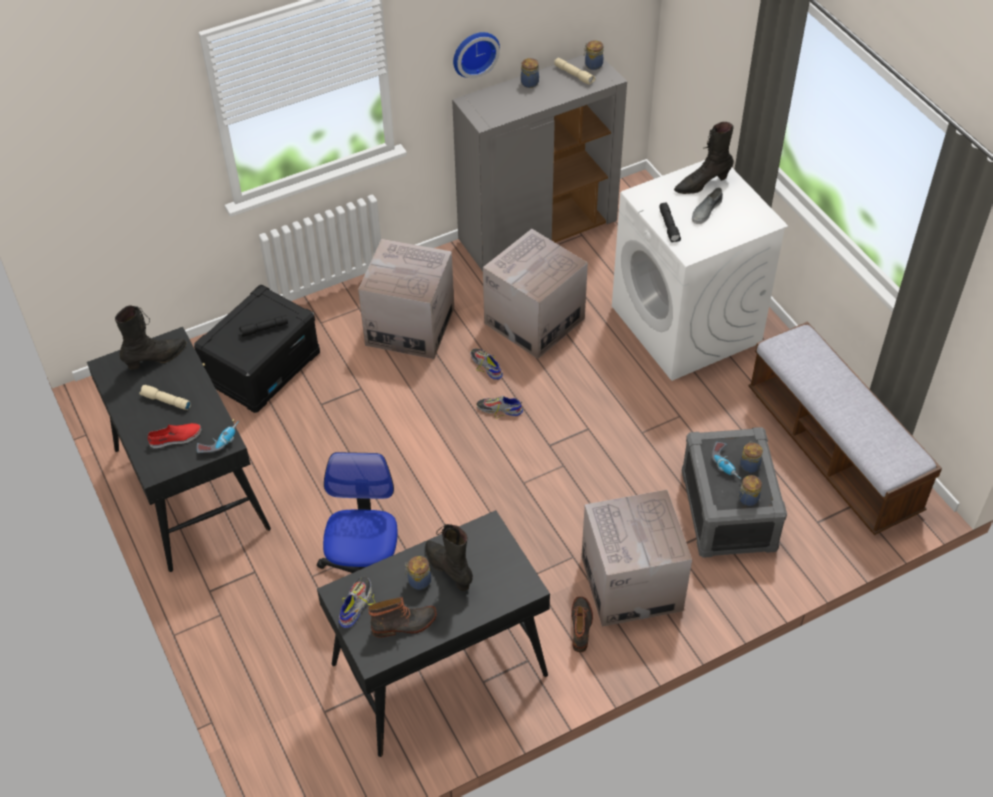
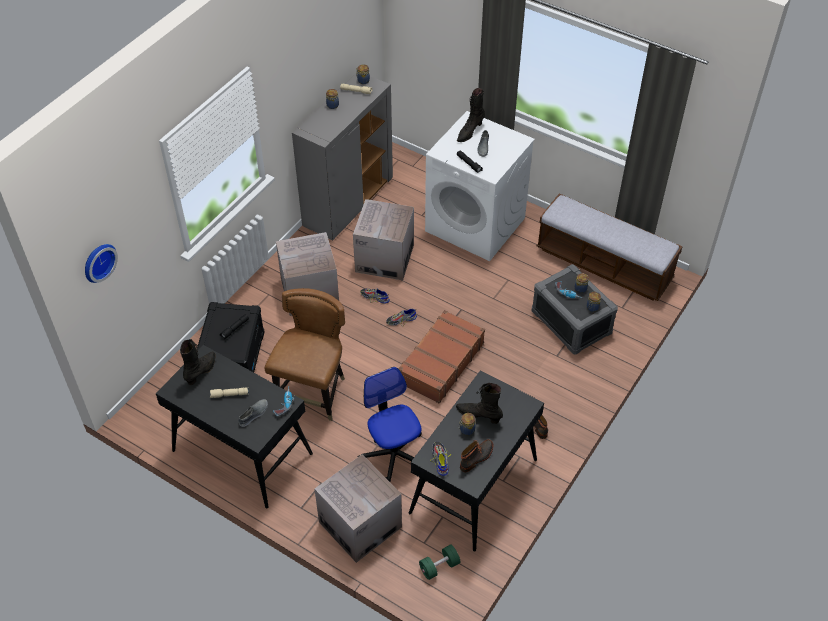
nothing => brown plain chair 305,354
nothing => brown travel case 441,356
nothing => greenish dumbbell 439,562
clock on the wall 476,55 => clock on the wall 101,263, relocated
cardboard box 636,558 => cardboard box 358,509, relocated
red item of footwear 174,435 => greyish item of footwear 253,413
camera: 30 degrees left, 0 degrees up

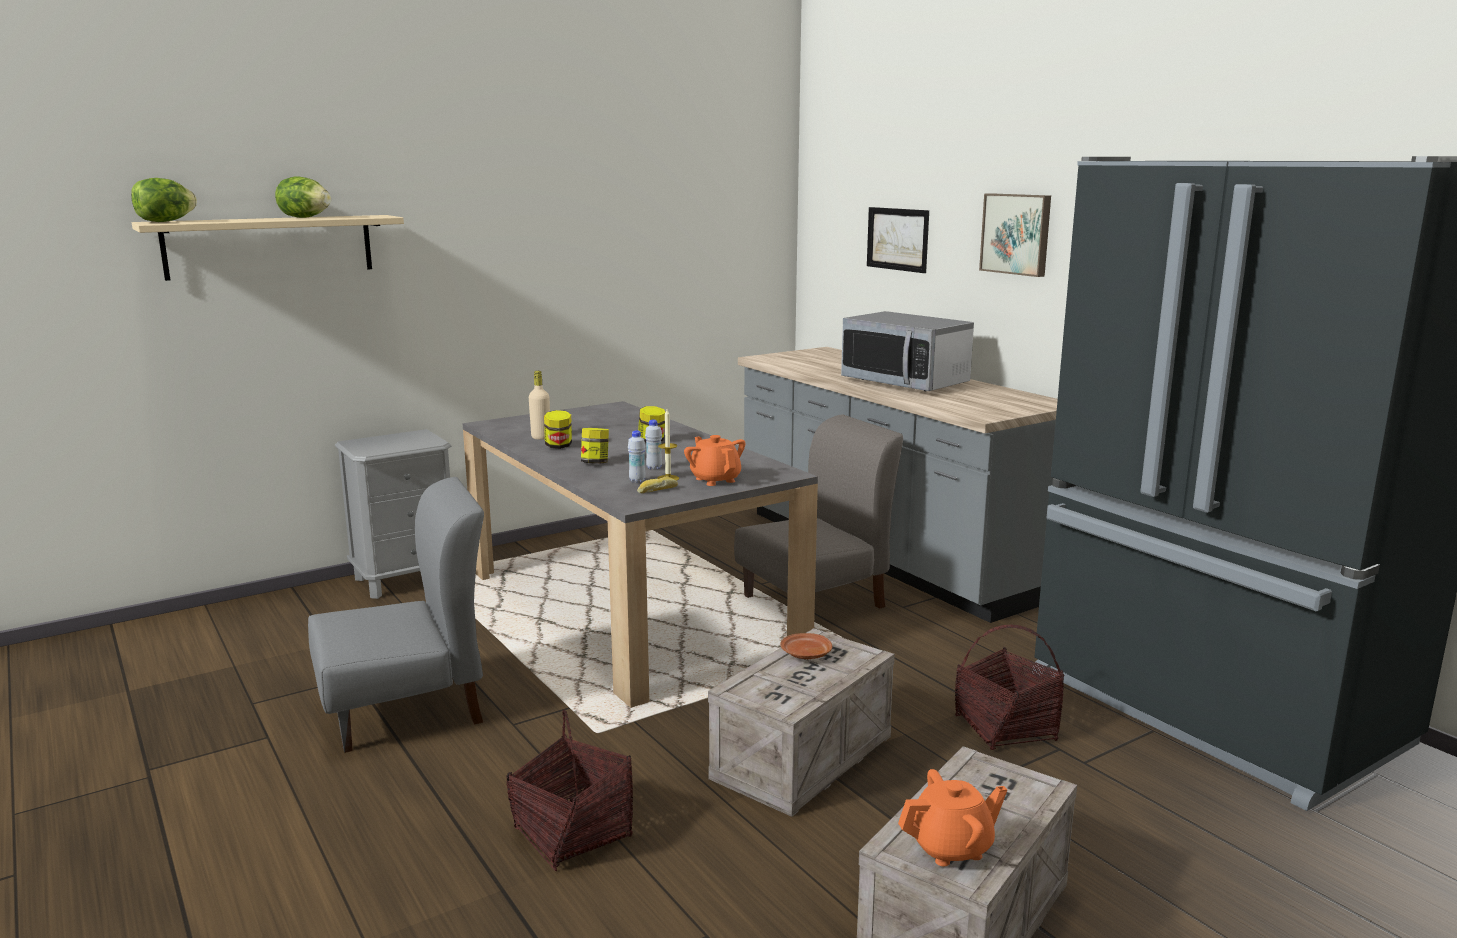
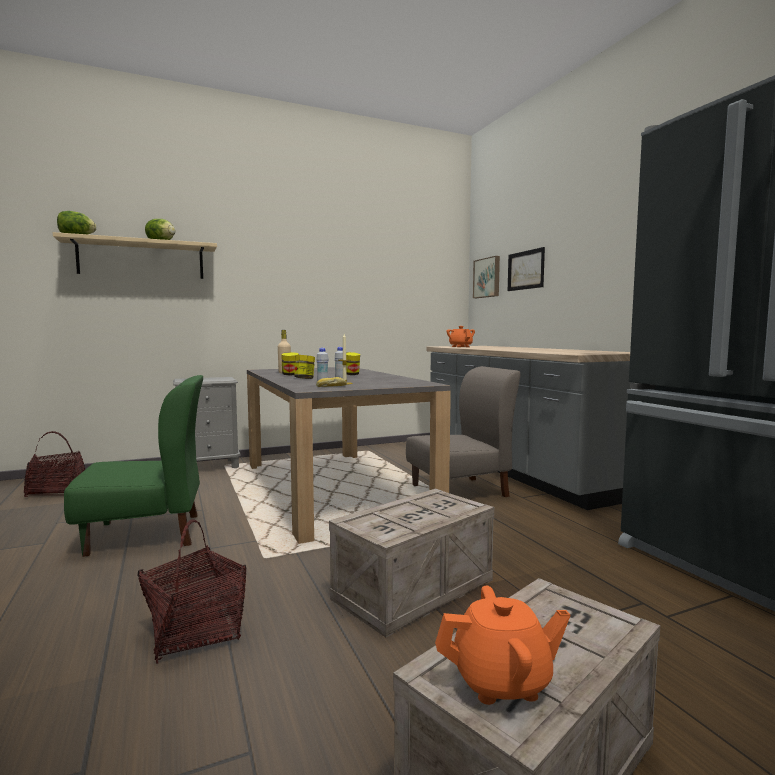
brown dinner plate 806,646 => nothing
kitchen microwave 907,351 => nothing
orange-coloured tea pot 714,460 => orange-coloured tea pot 461,336, relocated
basket 1010,687 => basket 54,464, relocated
wall art 1015,235 => wall art 486,277, relocated
greyish plain chair 396,615 => greenish plain chair 133,466
camera: 10 degrees right, 10 degrees down

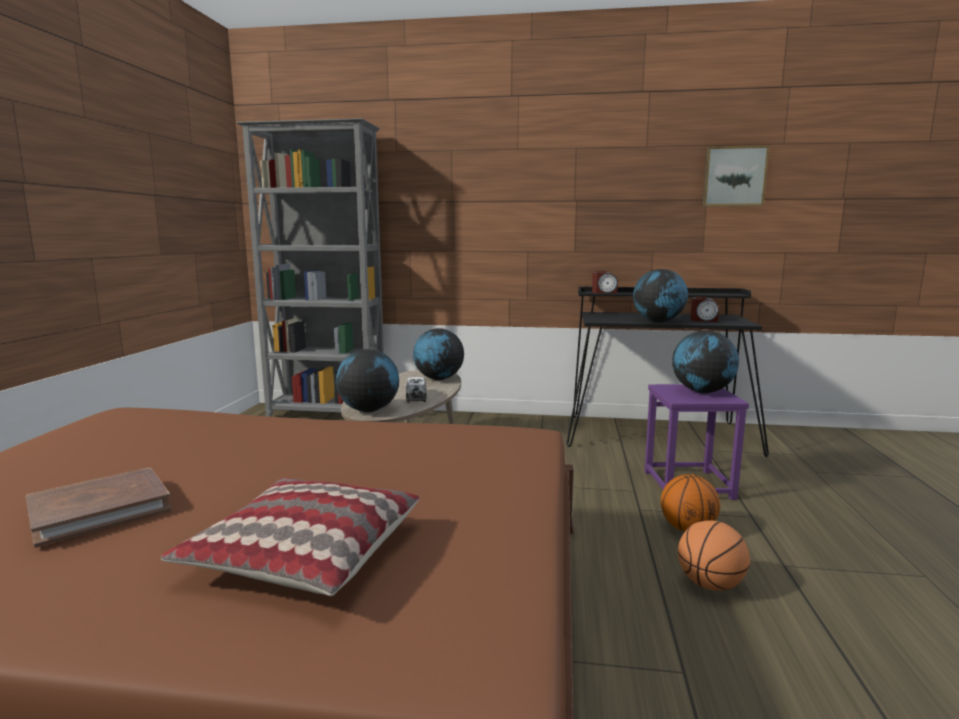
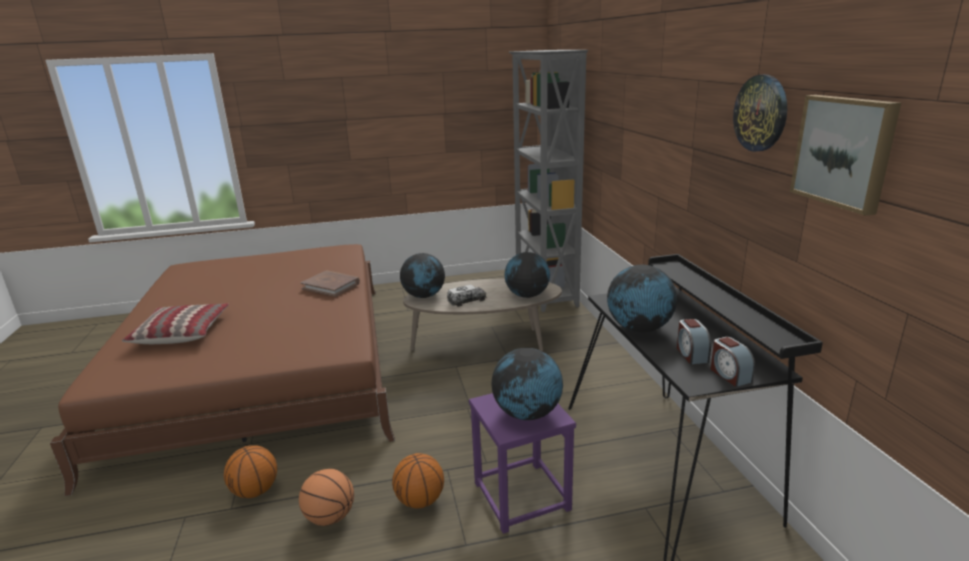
nothing => basketball 250,471
nothing => clock on the wall 760,113
brown bound book 98,507 => brown bound book 330,283, relocated
bedside clock 605,282 => bedside clock 733,362, relocated
camera: 70 degrees right, 10 degrees up

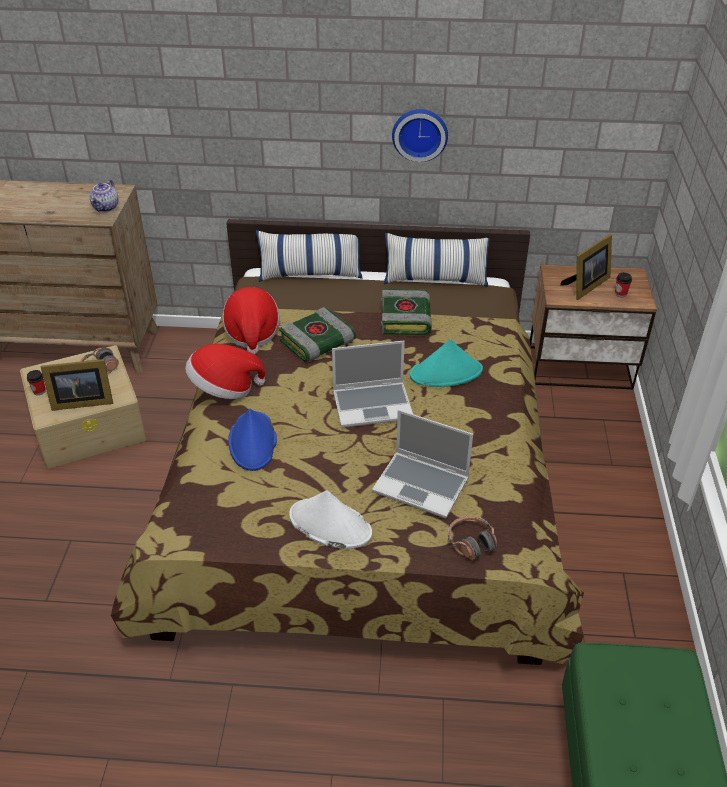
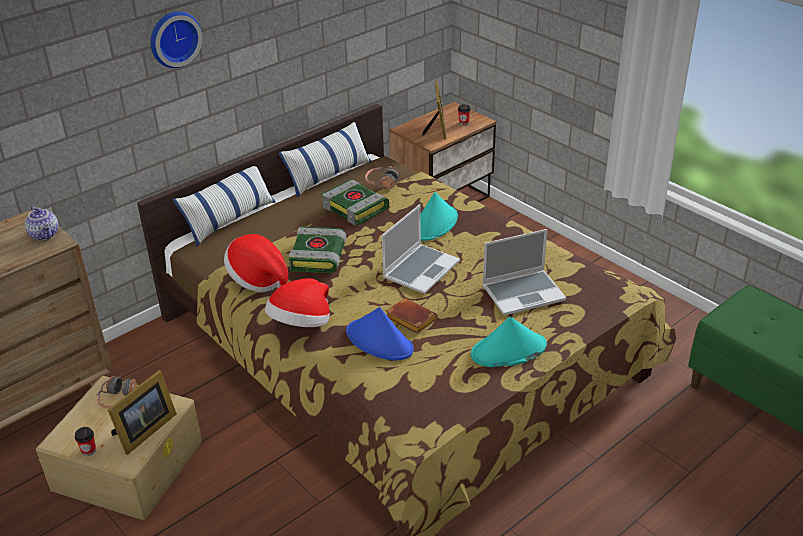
nothing => brown bound book 411,315
clock on the wall 420,135 => clock on the wall 176,39, relocated
headphones 472,538 => headphones 382,177, relocated
white clothing hat 330,519 => blue-green clothing hat 509,342
camera: 45 degrees left, 5 degrees down

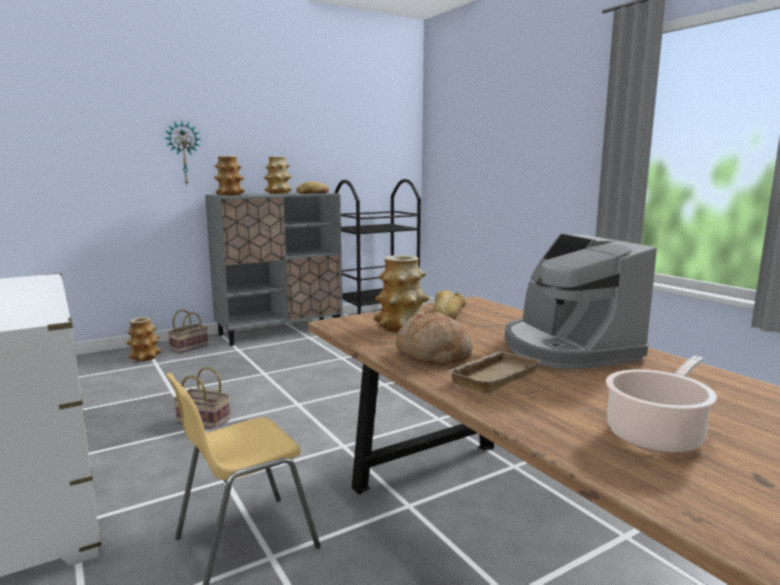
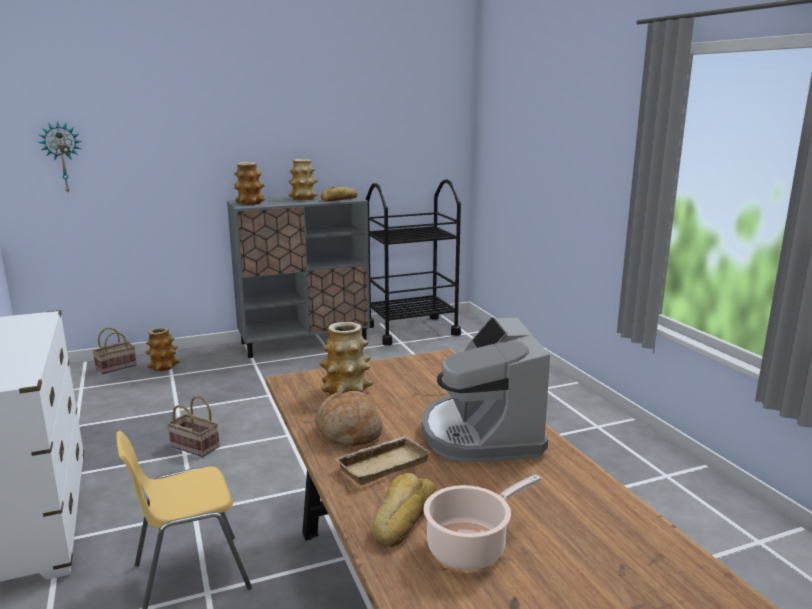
clock on the wall 182,153 => clock on the wall 60,156, relocated
basket 188,331 => basket 114,350, relocated
bakery bread 449,305 => bakery bread 404,510, relocated
camera: 10 degrees right, 5 degrees up

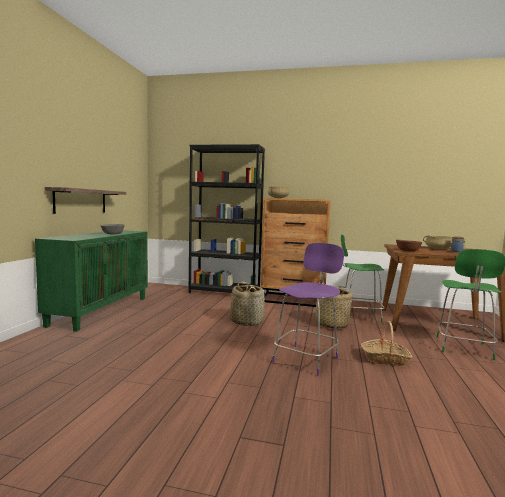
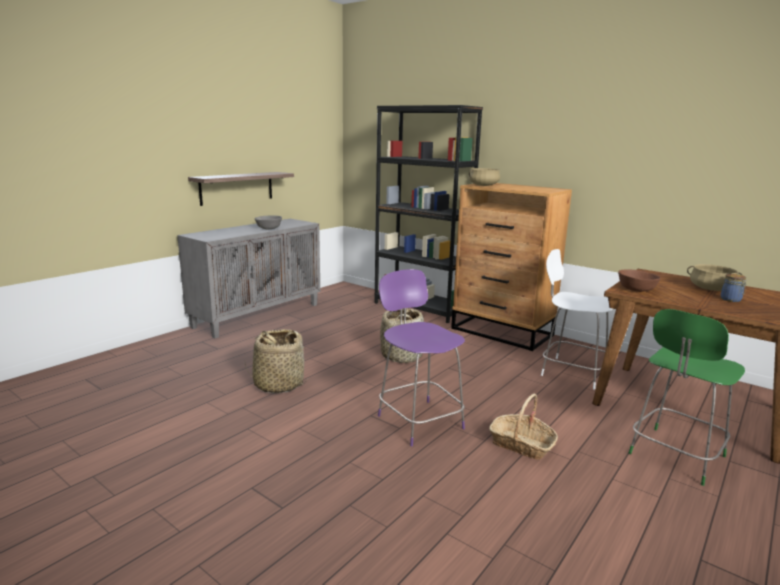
basket 331,307 => basket 277,361, relocated
greenish storage cabinet 91,281 => greyish storage cabinet 248,278
greenish plain chair 362,278 => white plain chair 576,319
purple plain chair 308,309 => purple plain chair 421,357, 90 degrees counterclockwise
camera: 25 degrees right, 10 degrees up

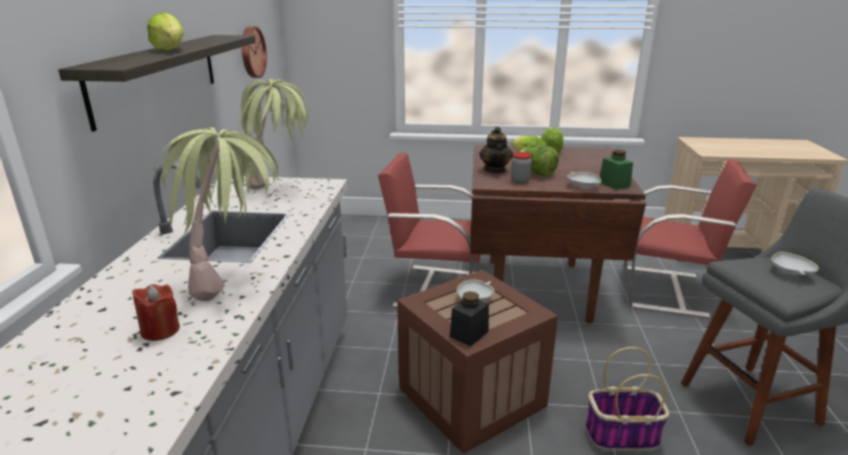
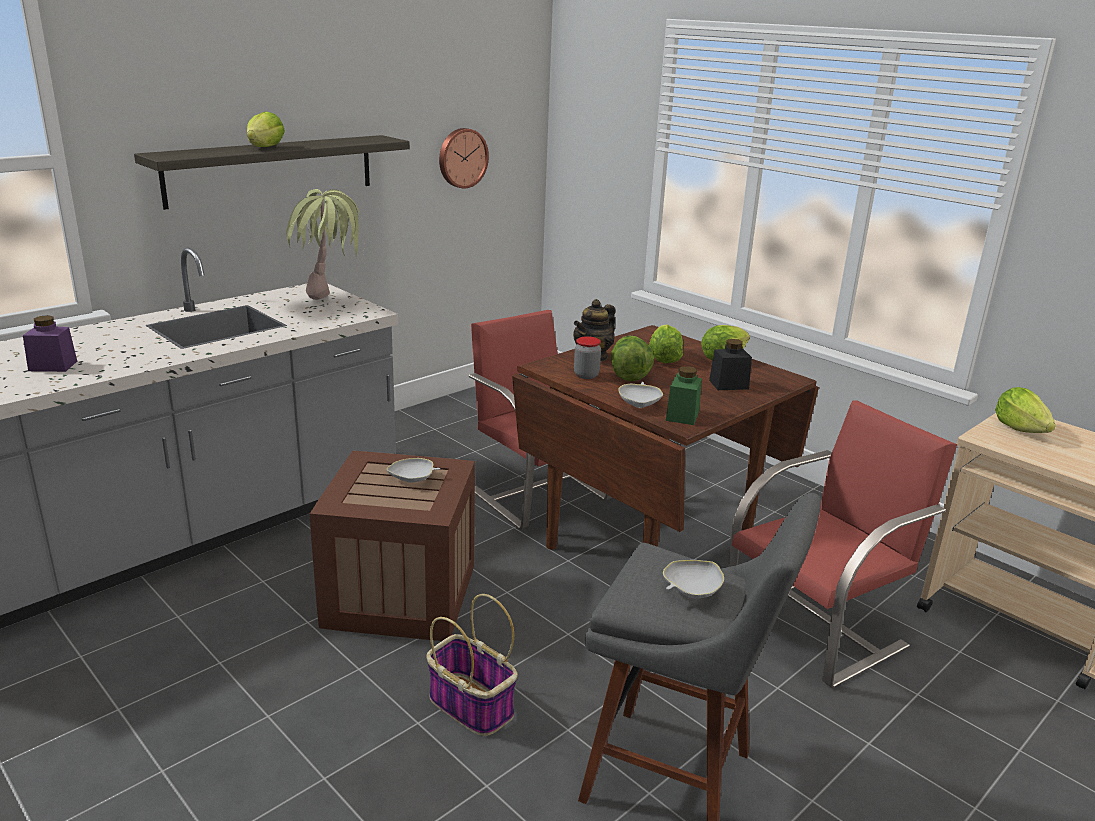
potted plant 216,214 => nothing
nothing => lettuce head 1025,410
blackish jar 469,318 => blackish jar 730,364, relocated
red wax candle 156,312 => purple jar 50,343
red plain chair 691,238 => red plain chair 842,544, 90 degrees counterclockwise
camera: 40 degrees right, 0 degrees up

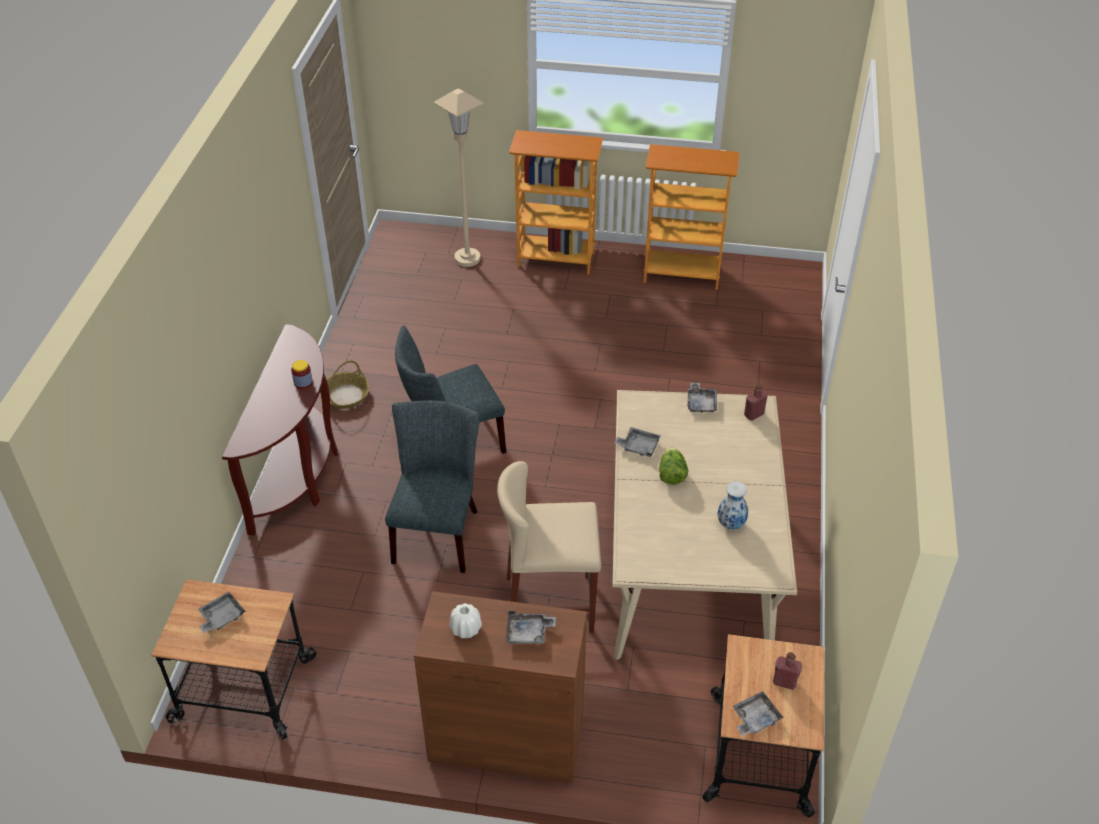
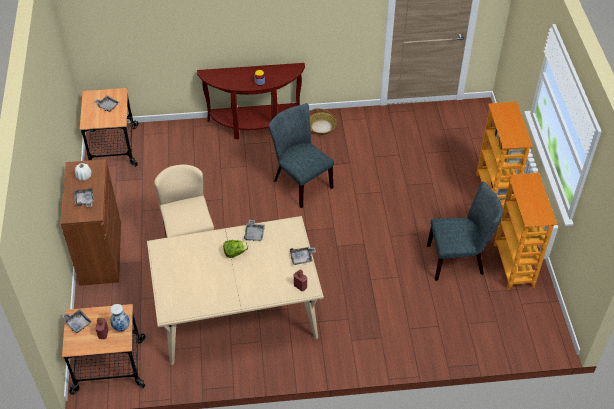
beige standard lamp 458,177 => nothing
greyish plain chair 432,487 => greyish plain chair 465,231, relocated
flower vase 733,505 => flower vase 120,318, relocated
camera: 75 degrees right, 5 degrees up

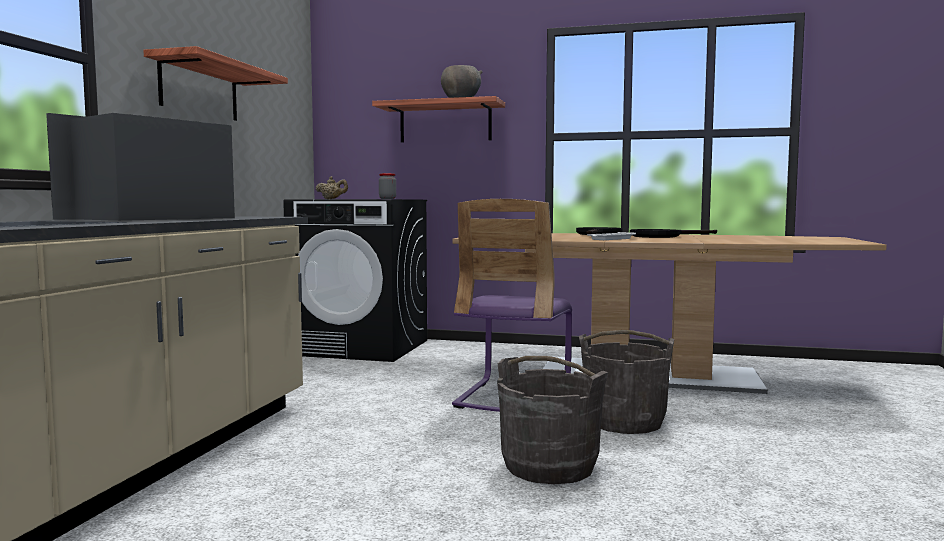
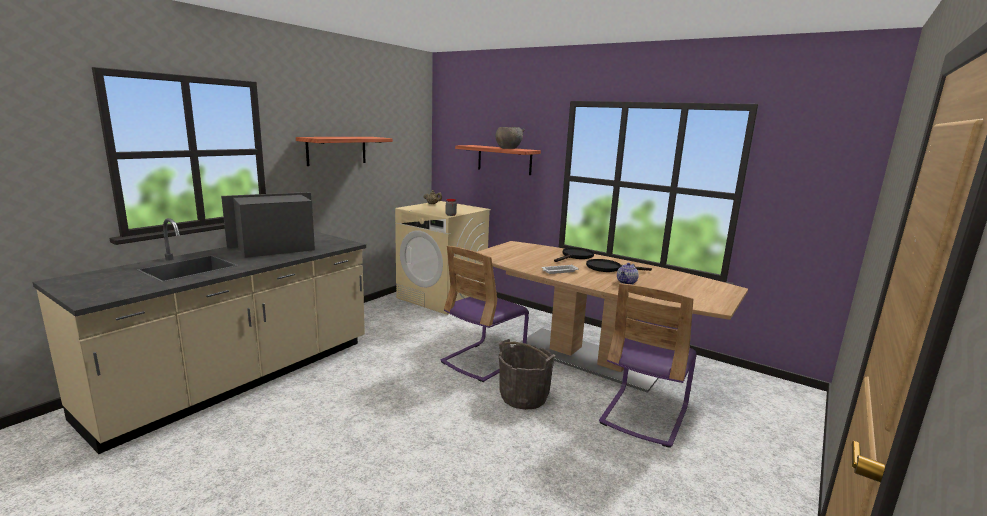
greyish pail 552,420 => nothing
nothing => purple plain chair 648,365
nothing => tea pot 628,274
blackish laundry machine 355,280 => beige laundry machine 443,258
camera: 20 degrees right, 10 degrees up

